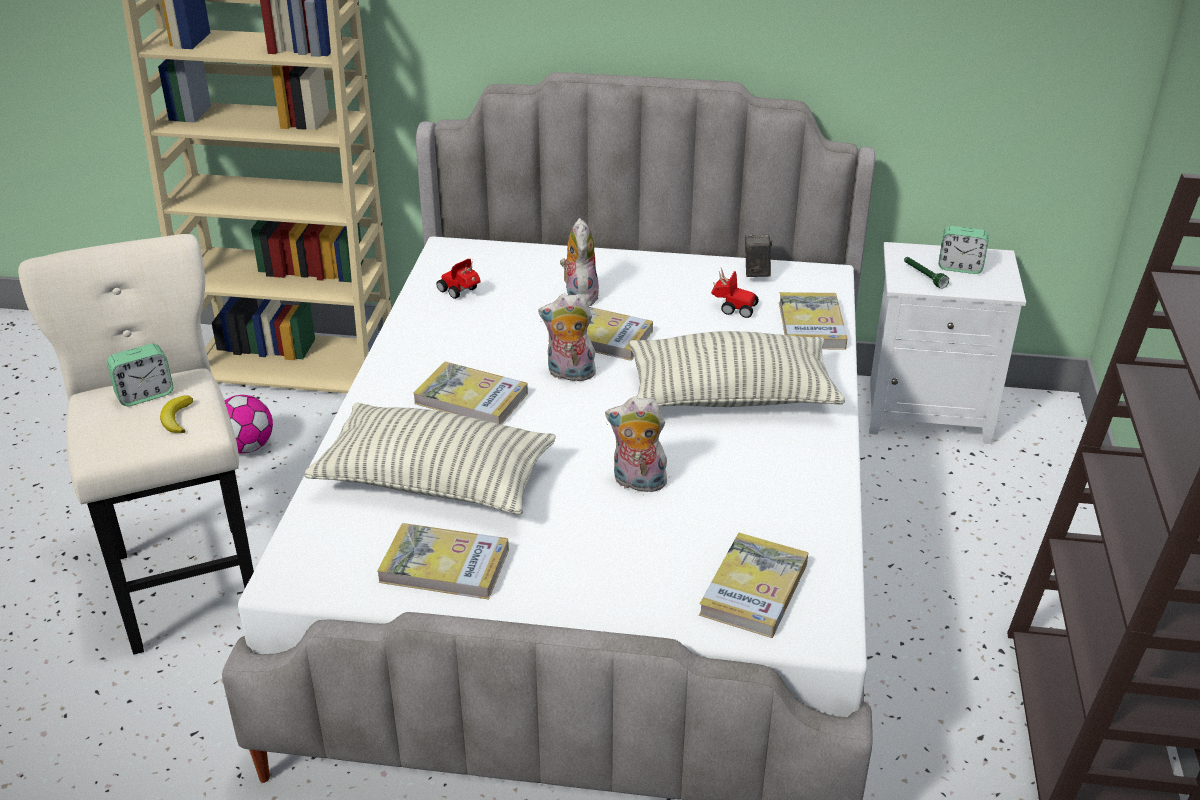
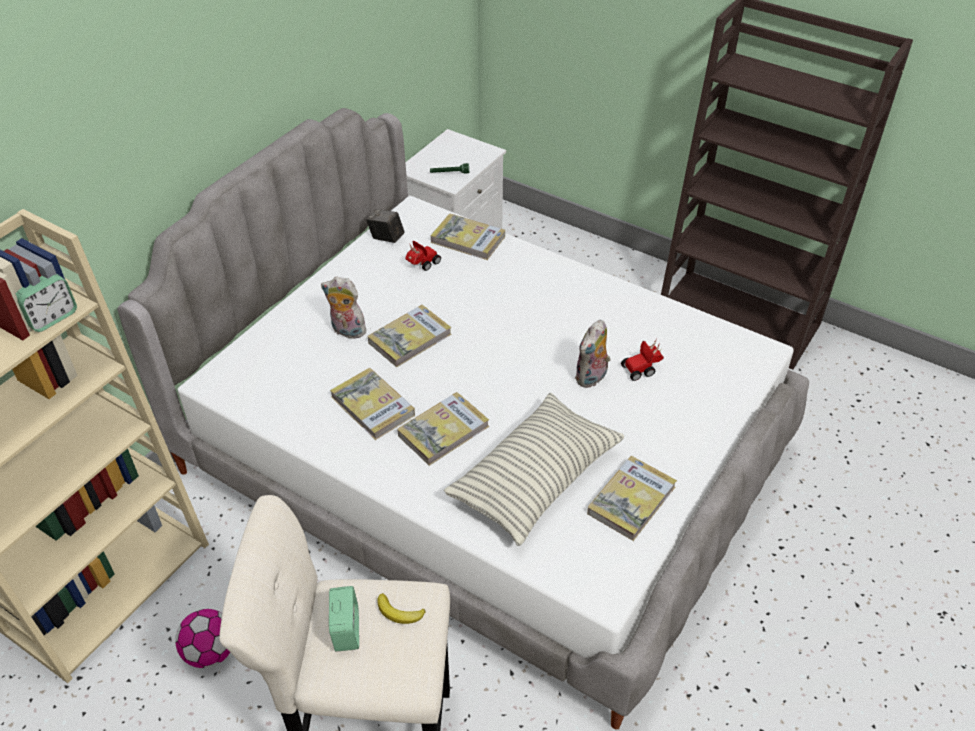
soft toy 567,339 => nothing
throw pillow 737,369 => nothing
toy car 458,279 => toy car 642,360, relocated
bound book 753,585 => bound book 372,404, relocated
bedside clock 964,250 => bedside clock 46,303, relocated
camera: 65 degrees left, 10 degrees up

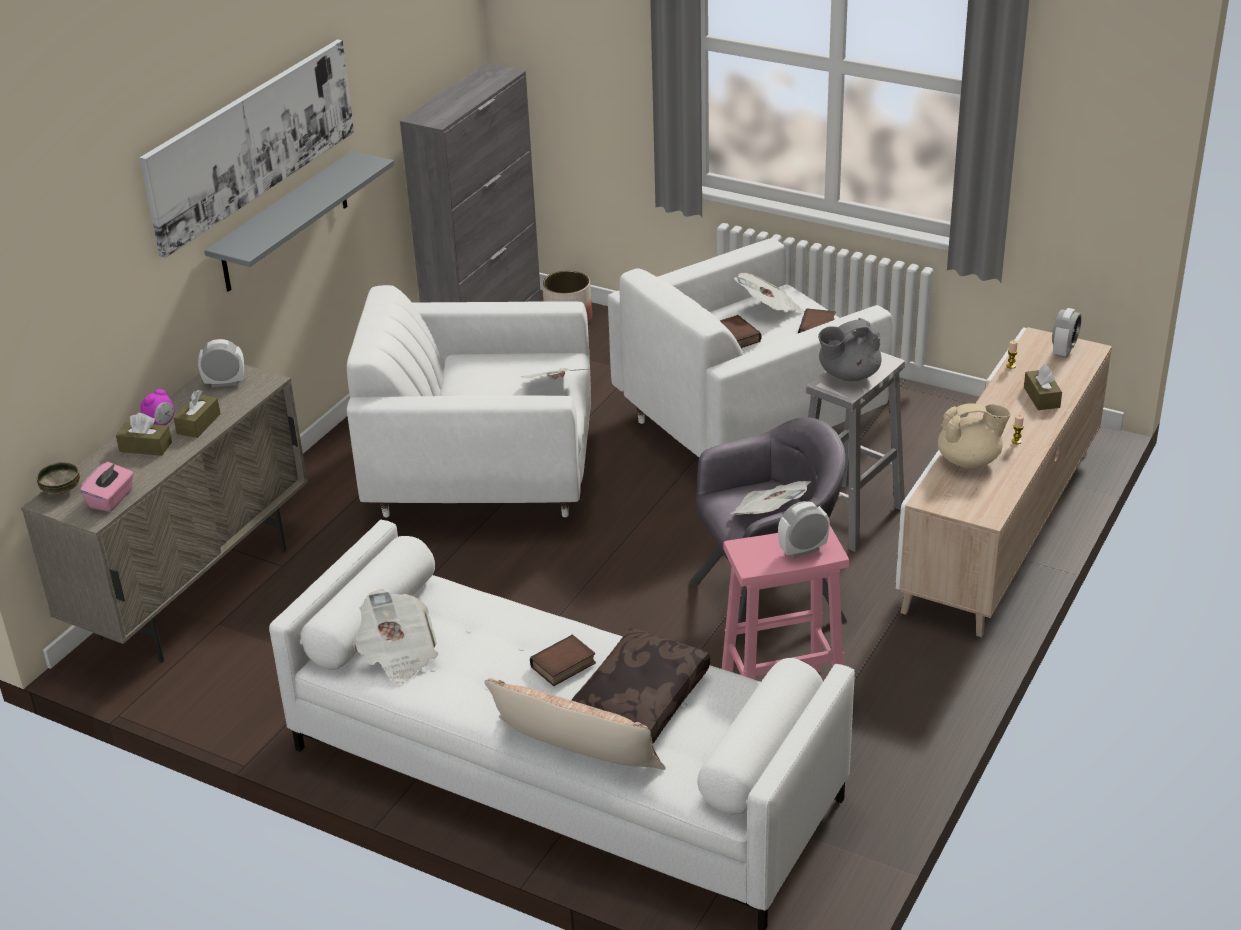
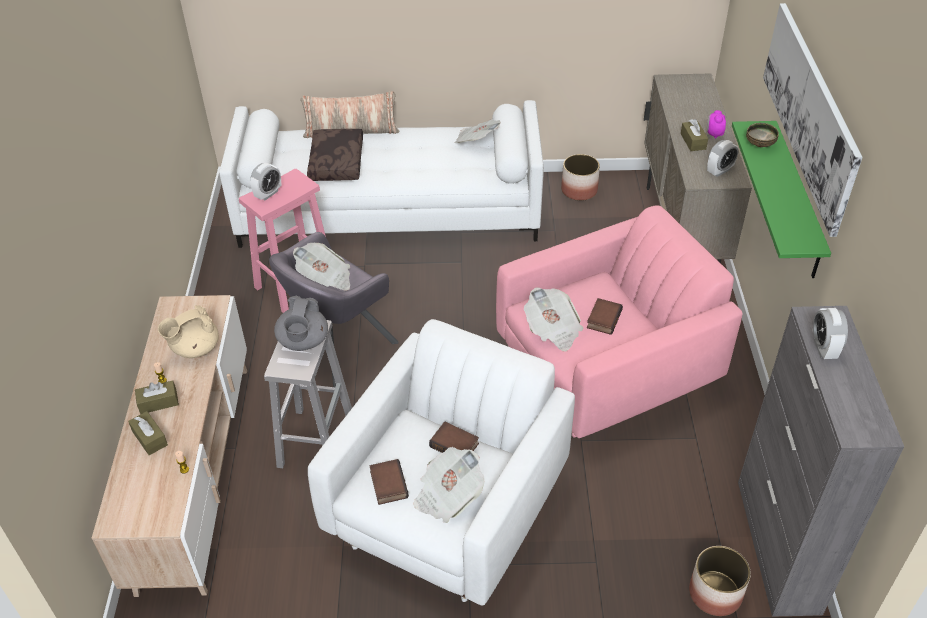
pink-coloured tissue holder 107,487 => nothing
nothing => plant pot 580,177
serving bowl 58,478 => serving bowl 762,135, relocated
brown tissue holder 144,434 => brown tissue holder 157,397, relocated
bound book 563,660 => bound book 605,316, relocated
bedside clock 1066,333 => bedside clock 830,333, relocated
greyish shelf 299,221 => greenish shelf 781,199
white armchair 469,401 => pink-coloured armchair 619,321
greyish tea pot 850,349 => greyish tea pot 301,323, 150 degrees clockwise
camera: 150 degrees right, 10 degrees up

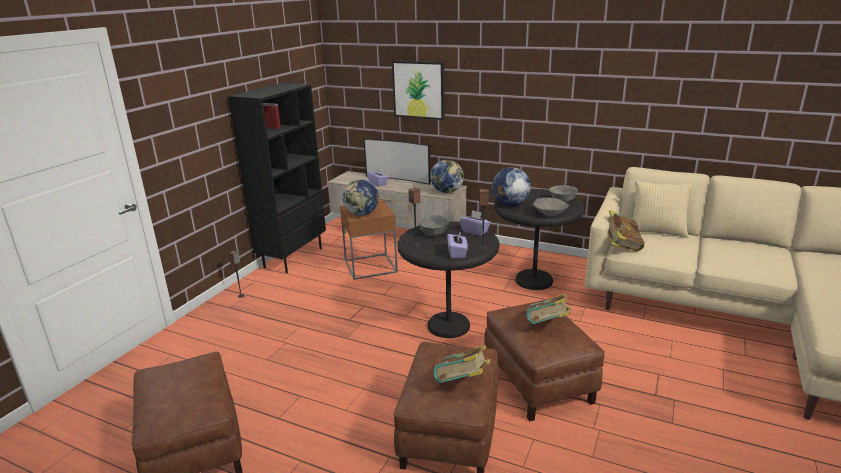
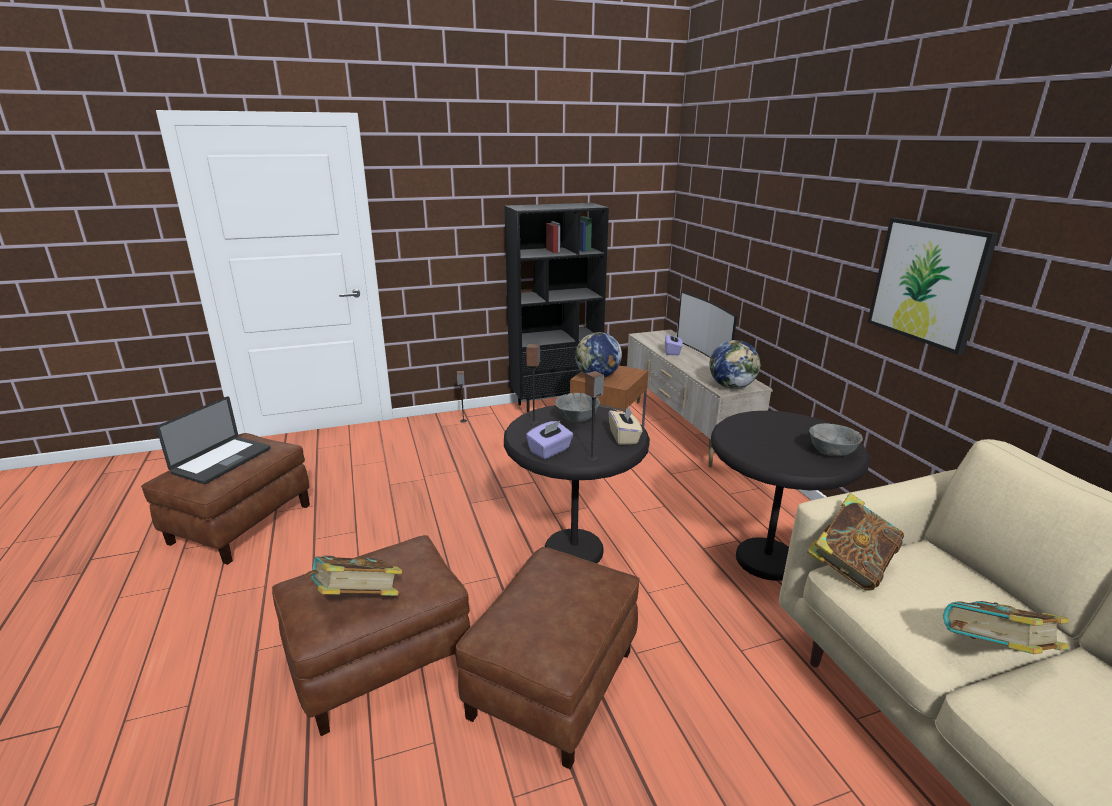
globe 511,186 => nothing
greyish serving bowl 551,207 => nothing
throw pillow 663,209 => nothing
nothing => laptop 213,440
wall art 418,90 => wall art 933,286, relocated
bound book 548,308 => bound book 1006,627, relocated
purple tissue holder 475,223 => beige tissue holder 625,425
camera: 45 degrees right, 0 degrees up

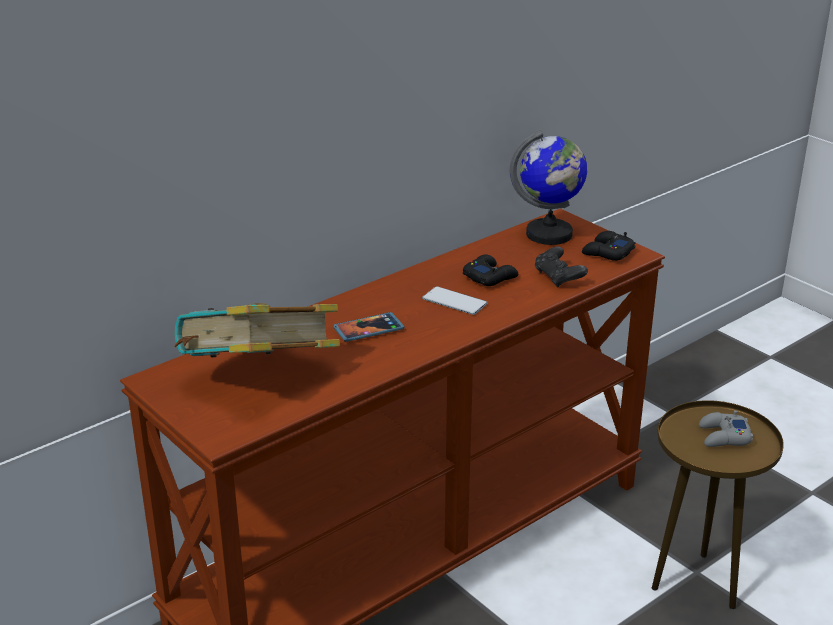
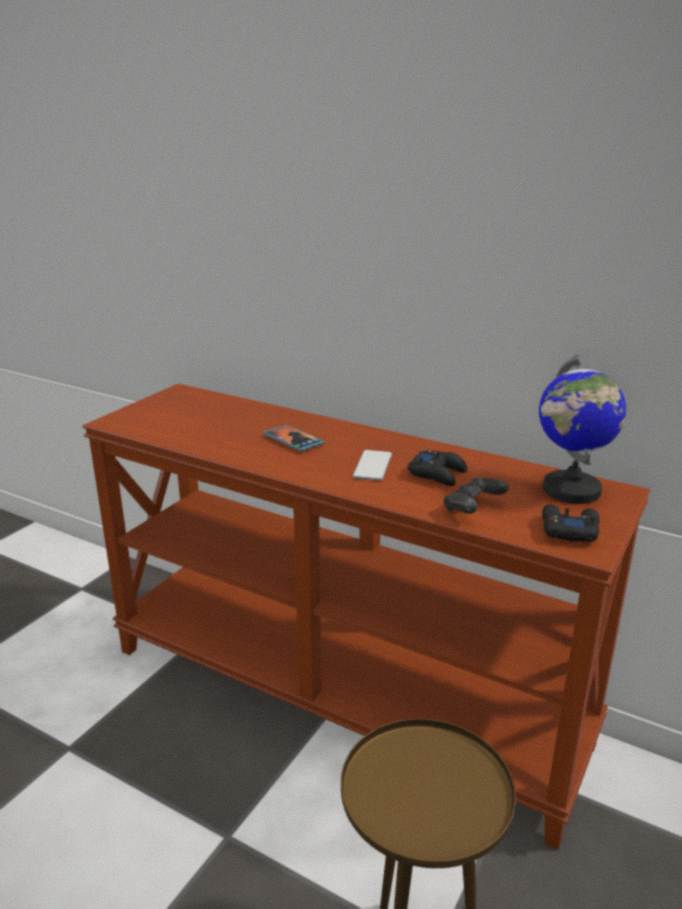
bound book 257,330 => nothing
greyish game controller 726,428 => nothing
camera: 70 degrees right, 5 degrees down

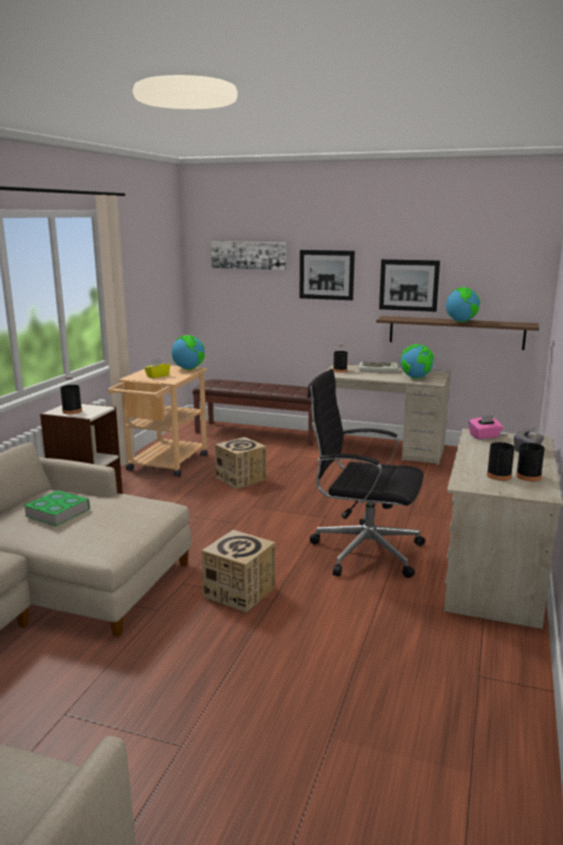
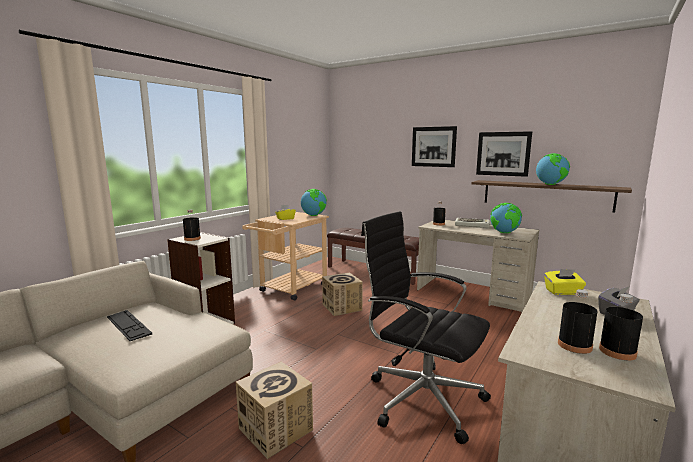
wall art 248,255 => nothing
bound book 57,508 => keyboard 129,325
pink-coloured tissue holder 485,427 => yellowish tissue holder 565,282
camera: 15 degrees right, 5 degrees down

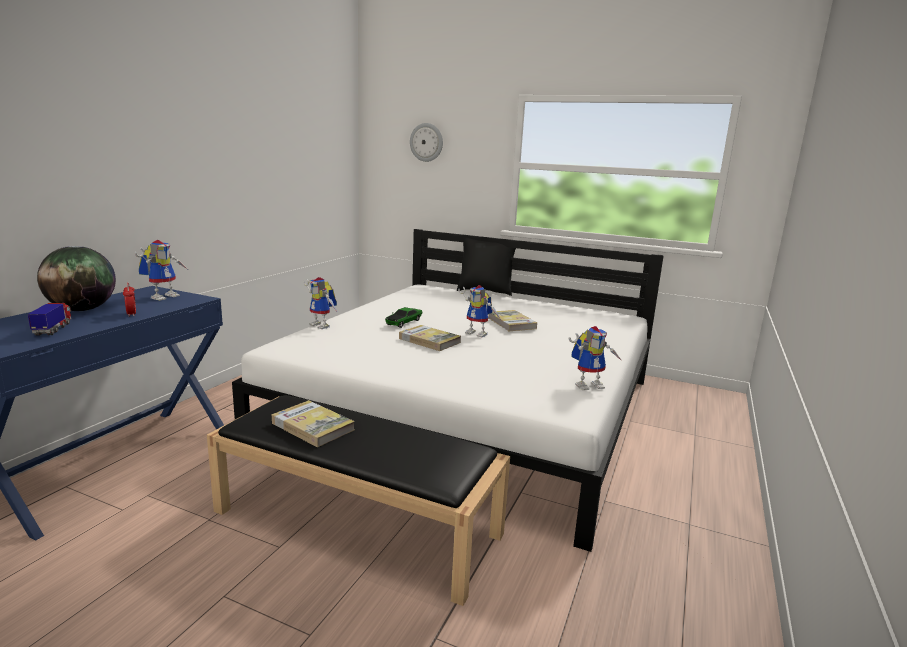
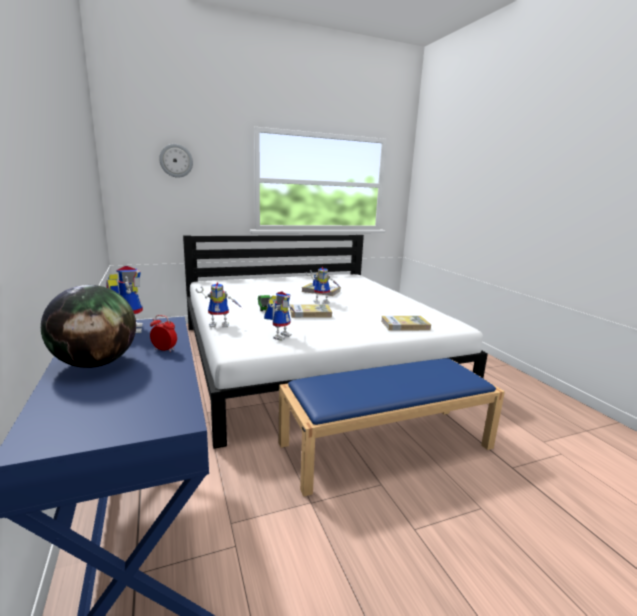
toy lorry 49,319 => nothing
blackish throw pillow 486,267 => nothing
bound book 313,423 => bound book 406,323, relocated
model robot 595,358 => model robot 279,316, relocated
blackish indoor bench 358,500 => bluish indoor bench 392,427
camera: 45 degrees left, 0 degrees up

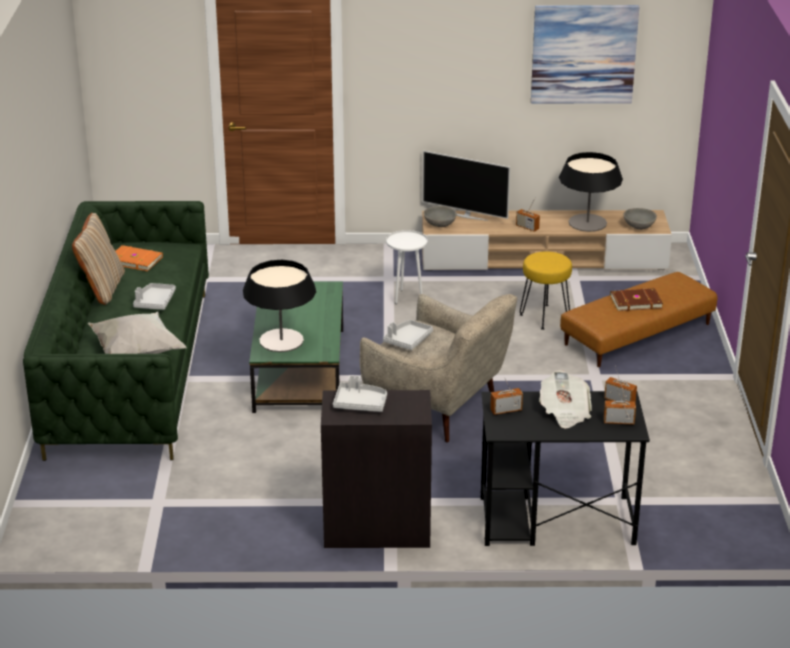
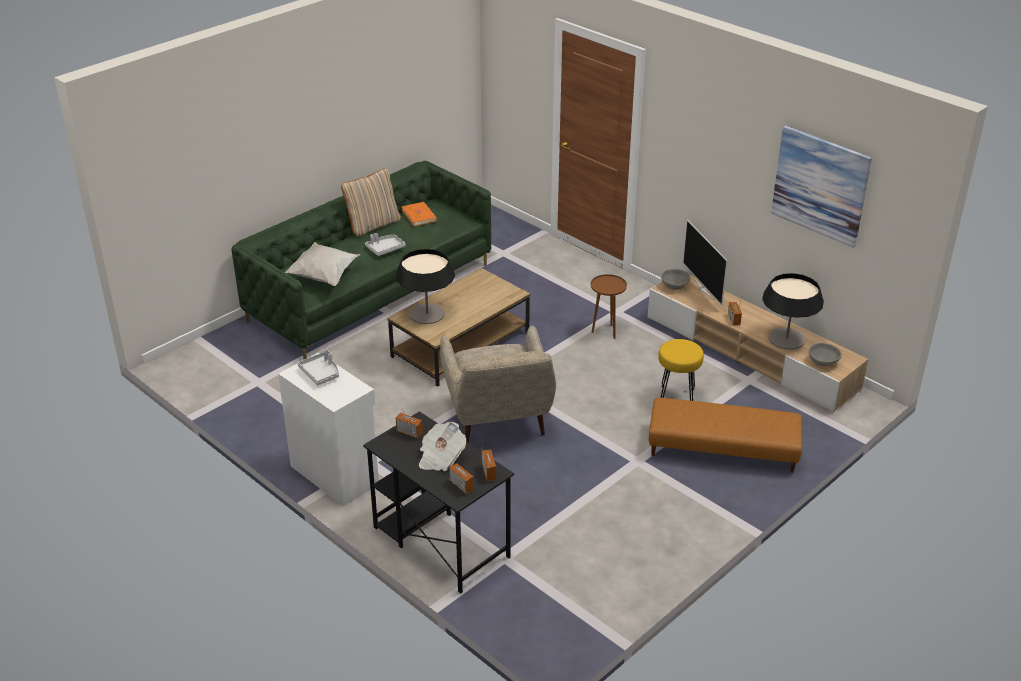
greyish serving tray 408,335 => nothing
brown bound book 636,299 => nothing
greenish lounge table 296,347 => brown lounge table 458,327
blackish storage cabinet 376,469 => white storage cabinet 328,429
white end table 407,267 => brown end table 609,306
camera: 45 degrees right, 5 degrees up

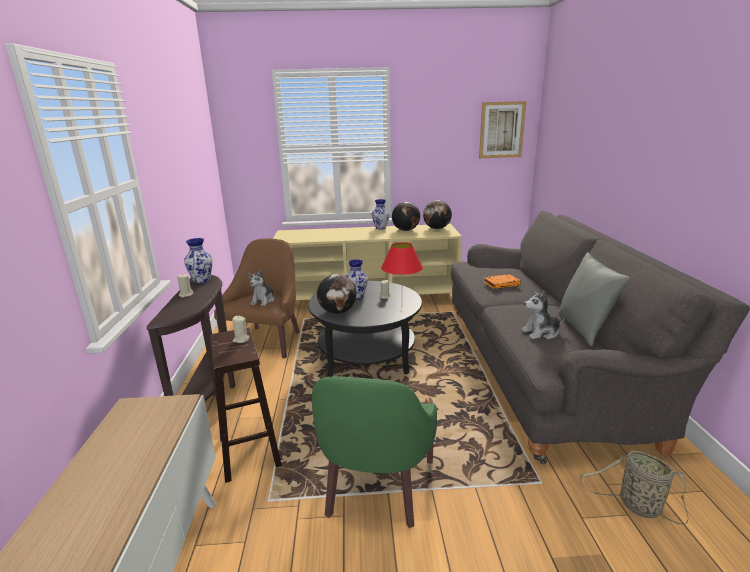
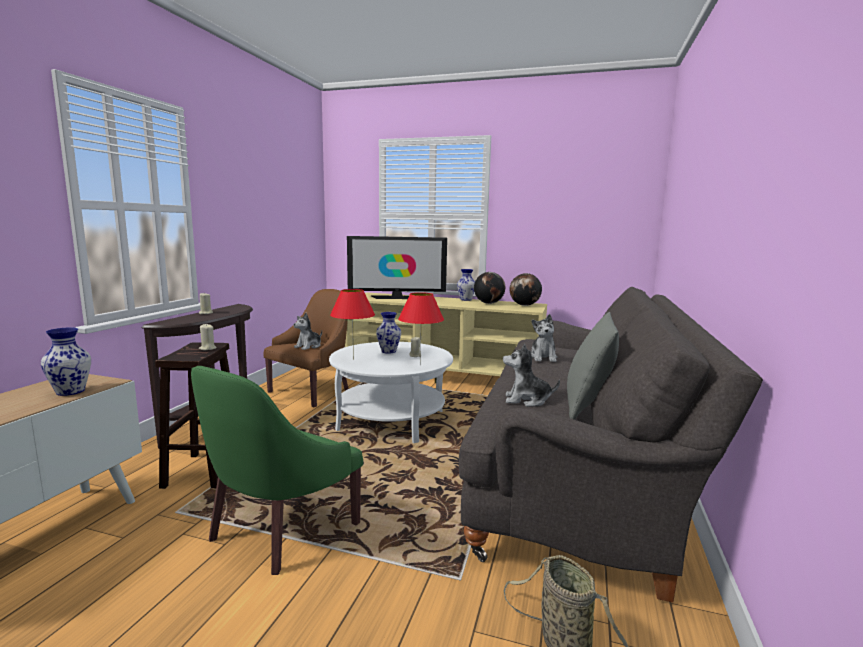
wall art 503,129 => nothing
nothing => TV set 397,267
flower vase 198,261 => flower vase 66,361, relocated
globe 337,294 => red lamp for a table 352,324
orange-coloured bound book 502,281 => soft toy 544,338
blackish lounge table 365,329 => white lounge table 391,392
camera: 20 degrees right, 10 degrees down

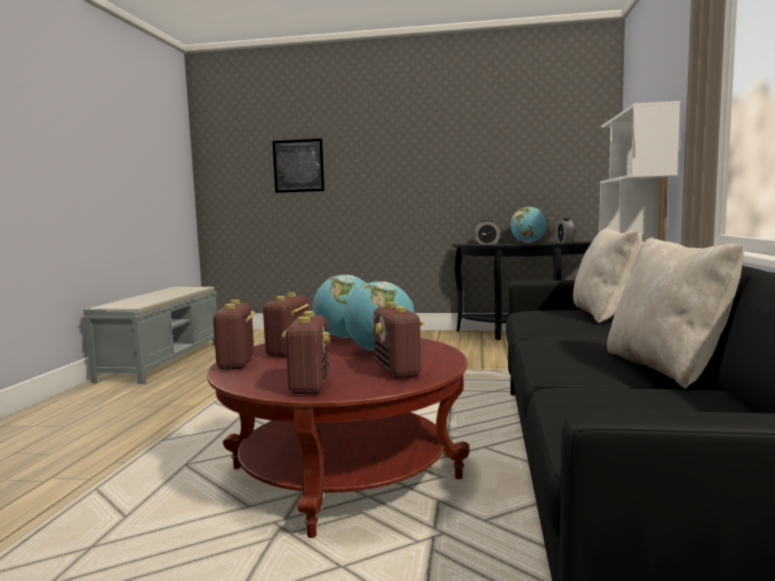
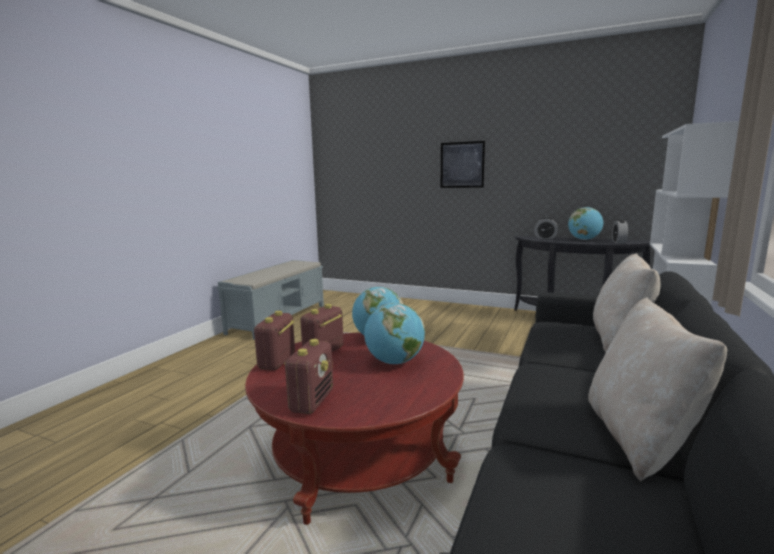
radio set 399,340 => nothing
wall art 298,166 => wall art 463,164, relocated
camera: 15 degrees right, 5 degrees up

